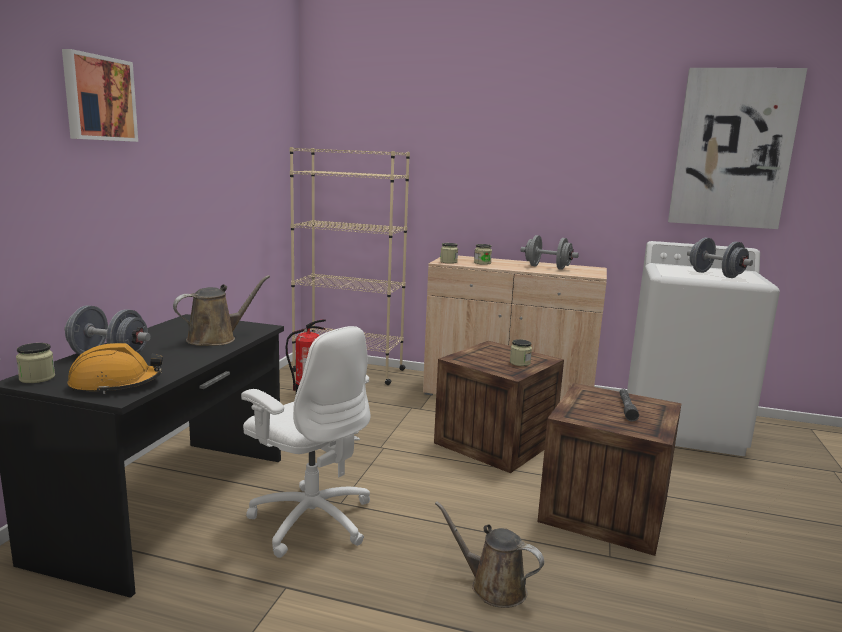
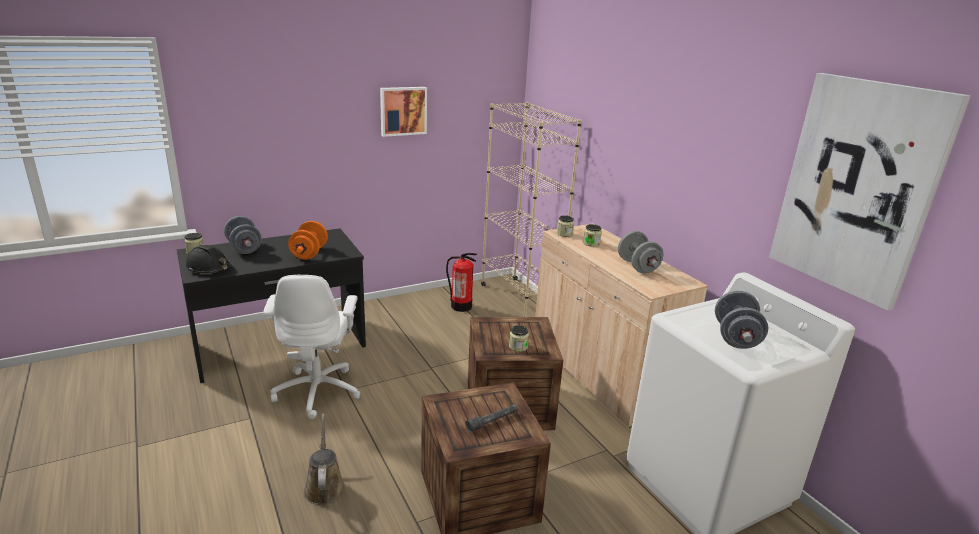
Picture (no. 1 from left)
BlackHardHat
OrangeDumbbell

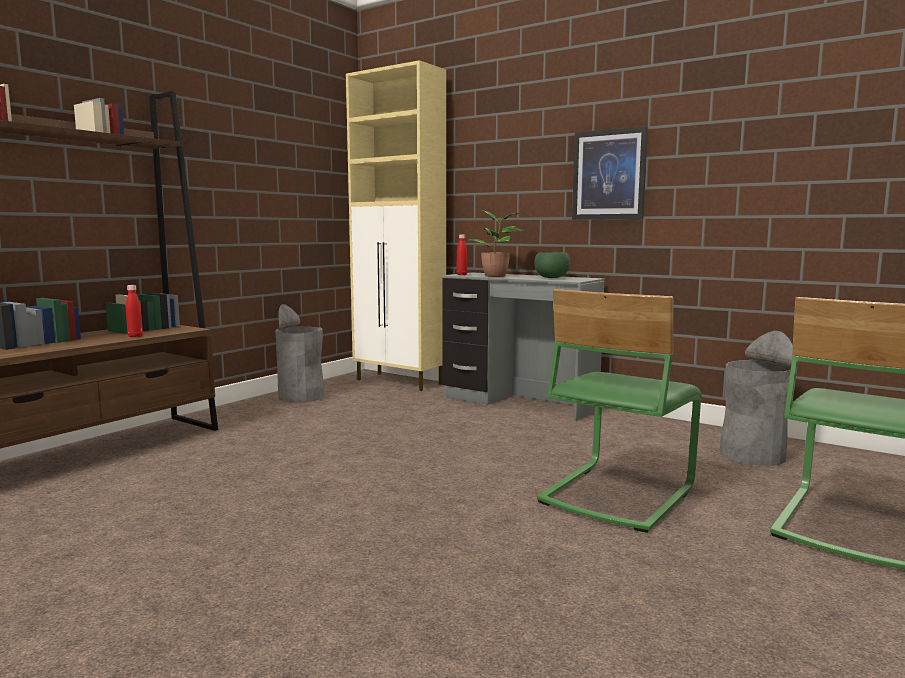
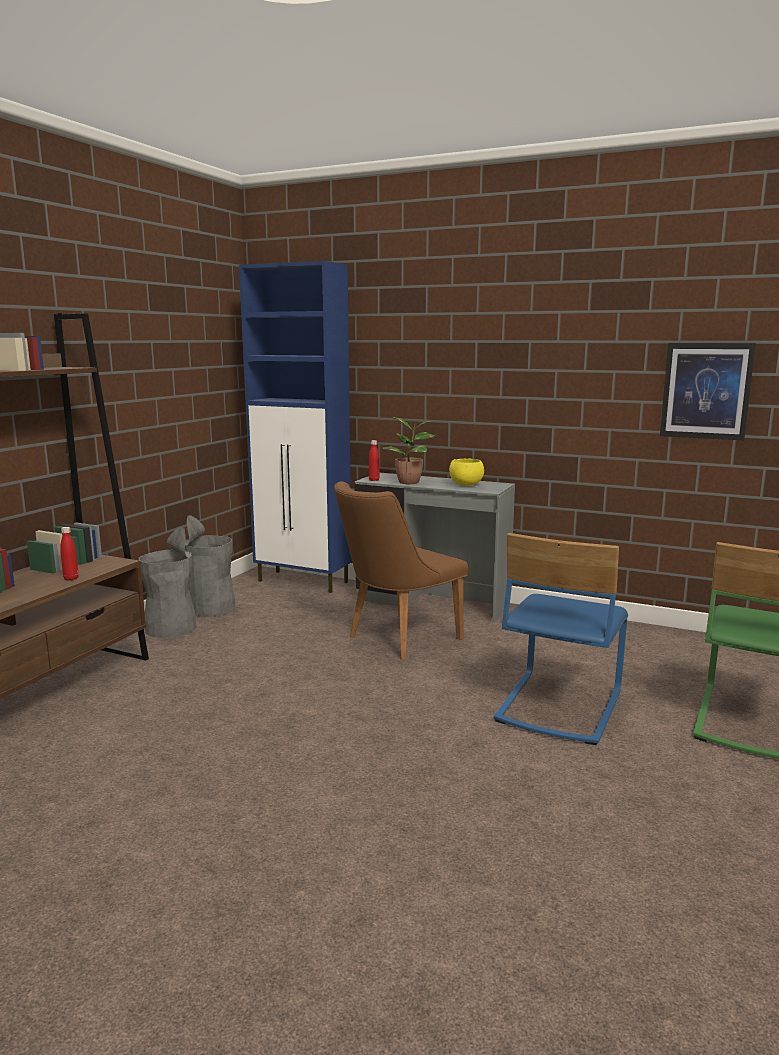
BlueCabinet
YellowBowl
BlueChair
Picture
GreyTrashCan (no. 1 from left)
BrownChair

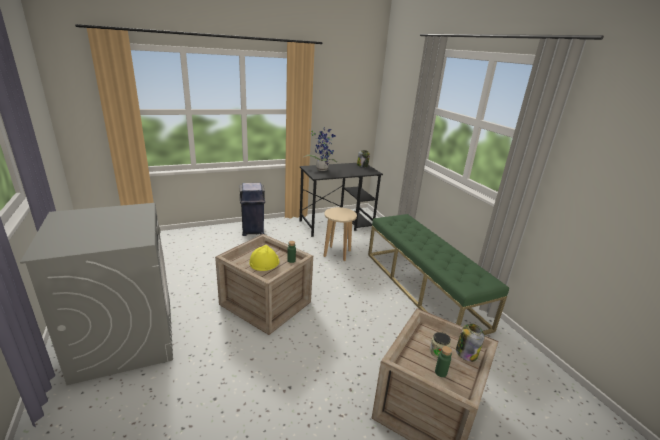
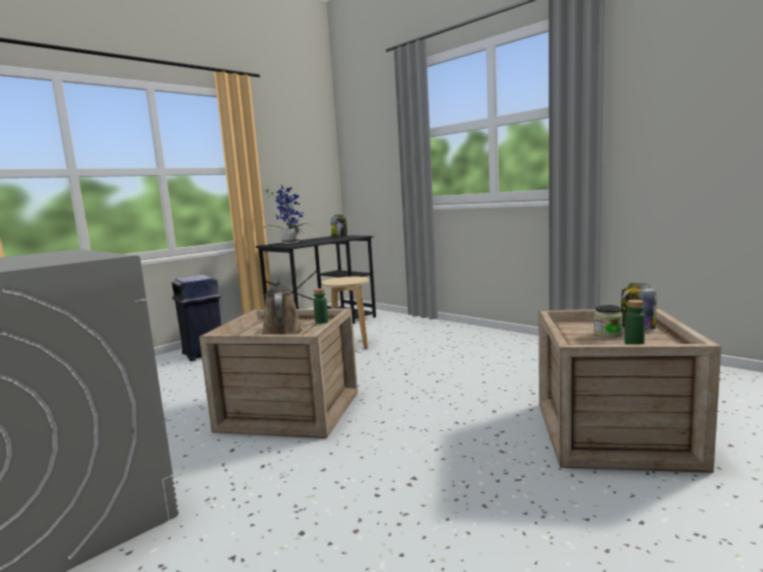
BrownWateringCan
GreenBench

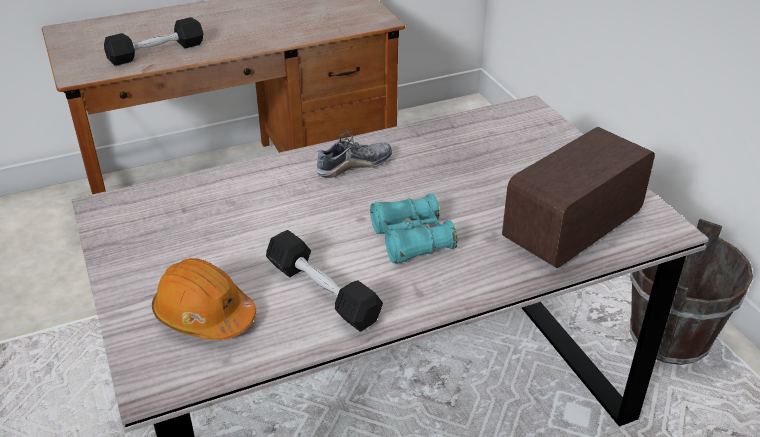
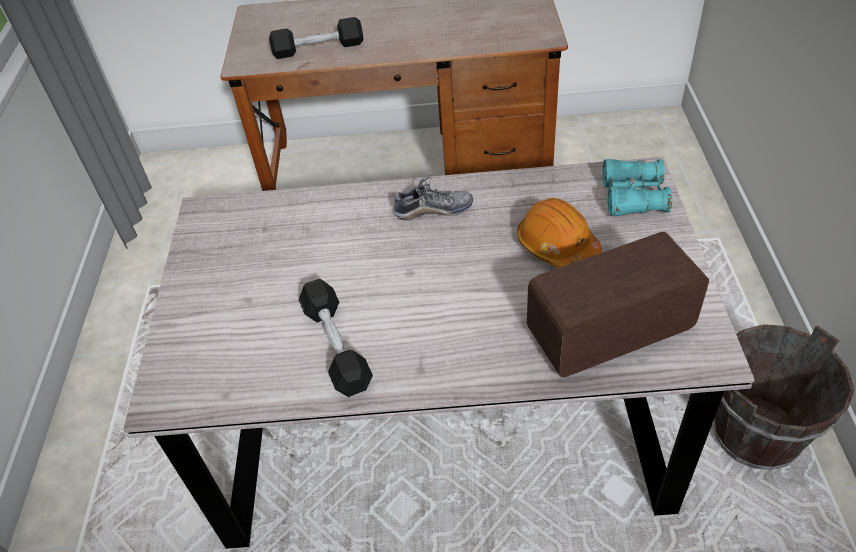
OrangeHardHat
TurquoiseBinoculars

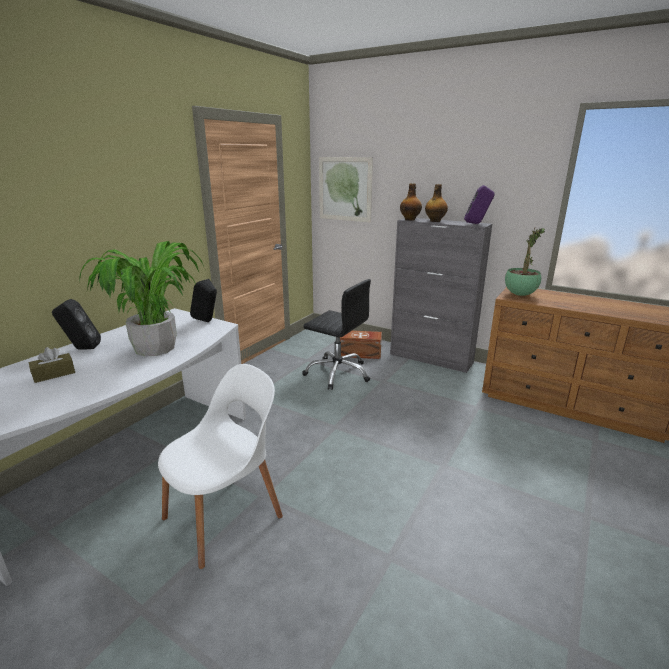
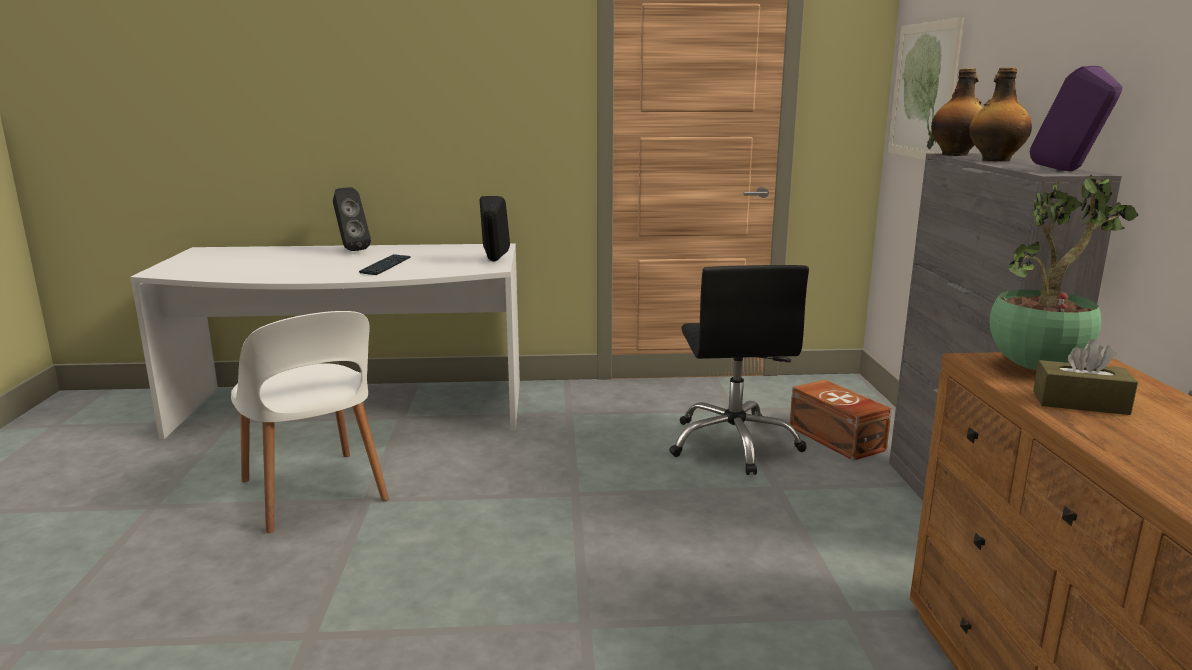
BrownTissueBox
Keyboard
WhiteChair

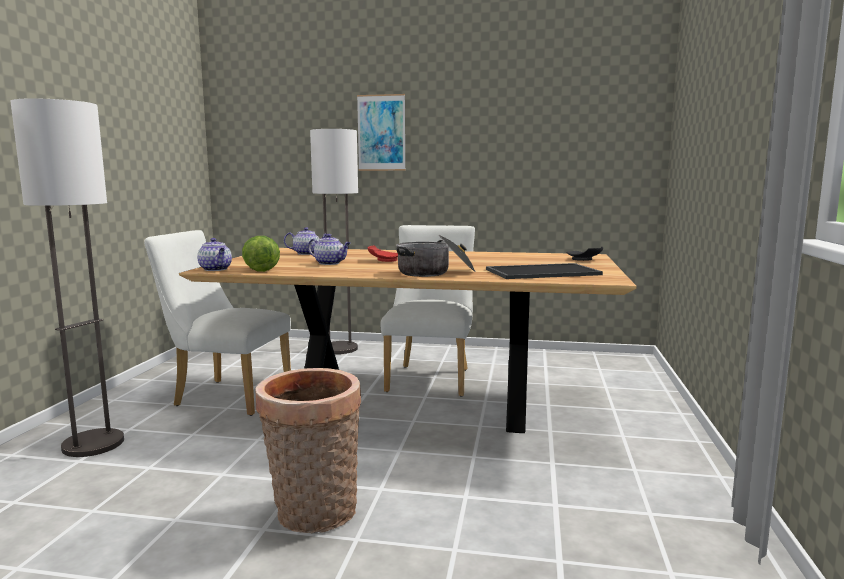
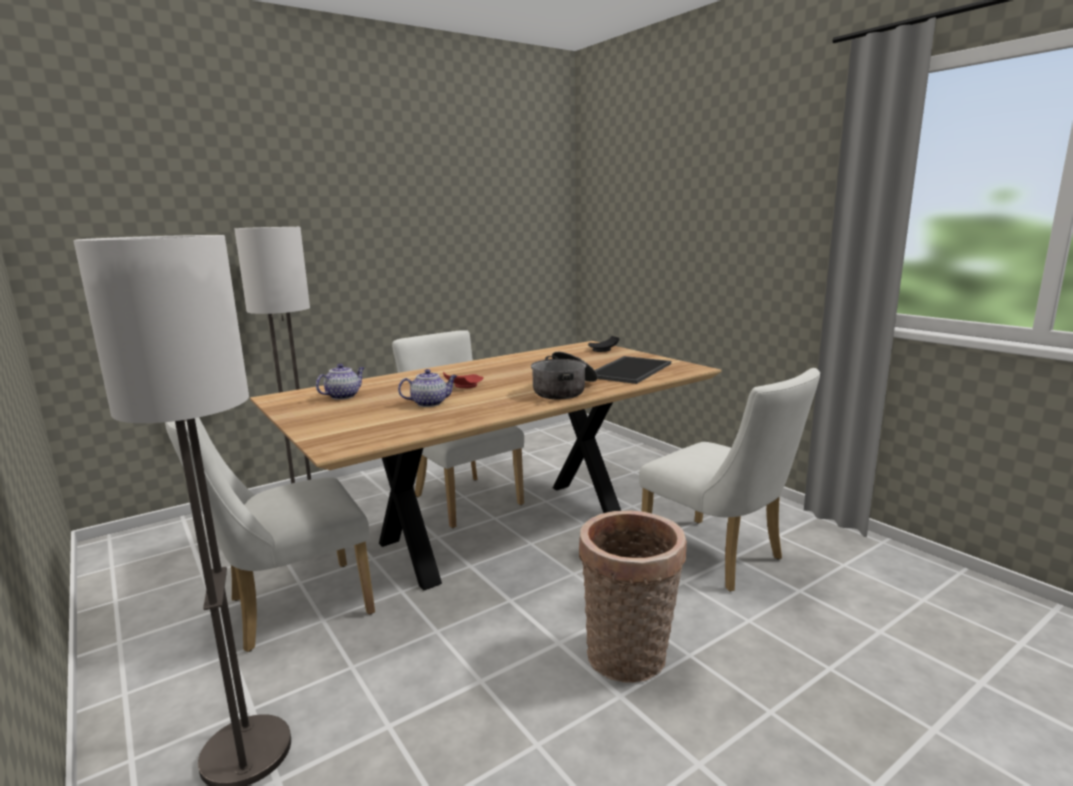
Teapot (no. 1 from left in the first image)
Lettuce
Picture
WhiteChair (no. 3 from left)

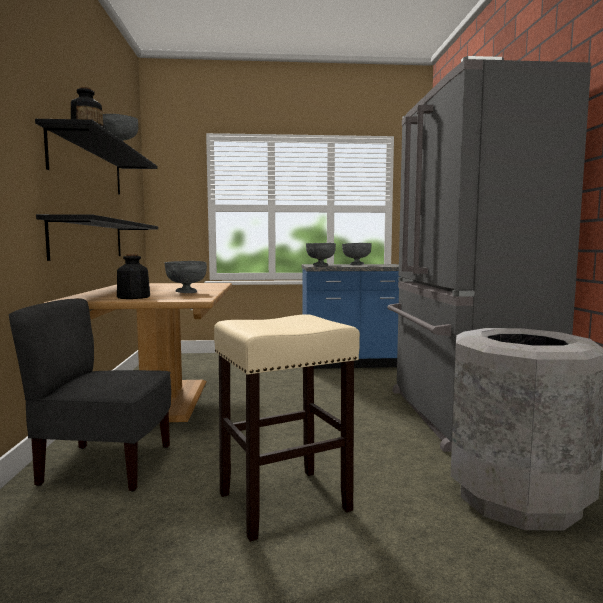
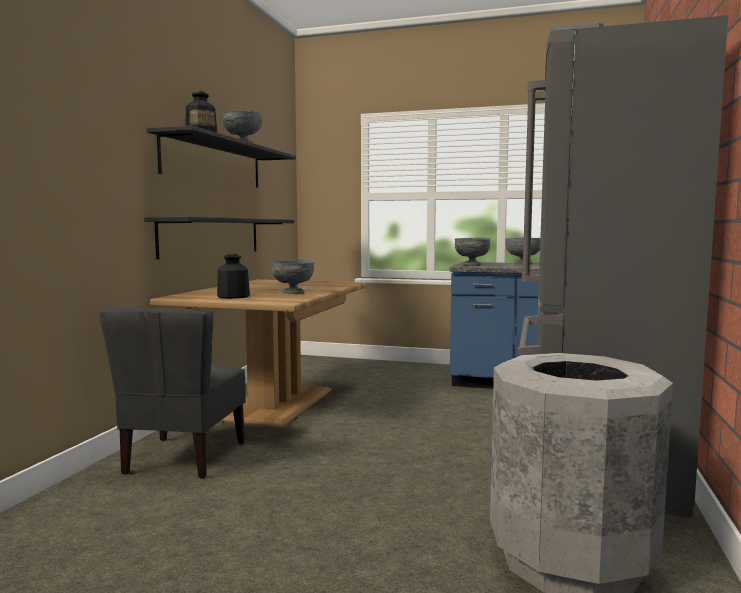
GreyChair
BeigeStool

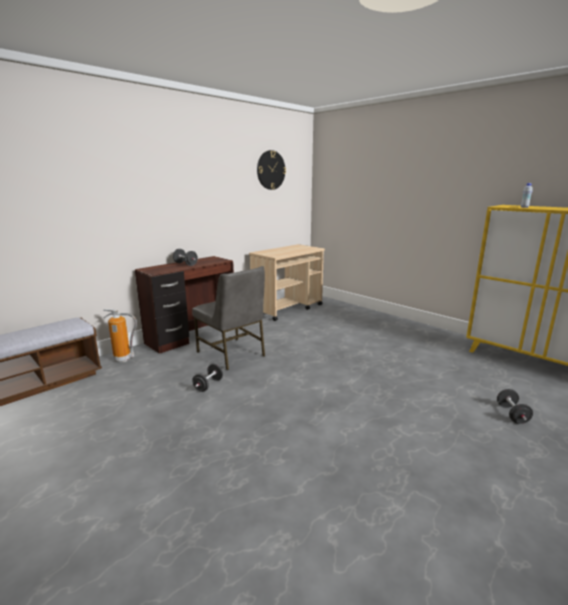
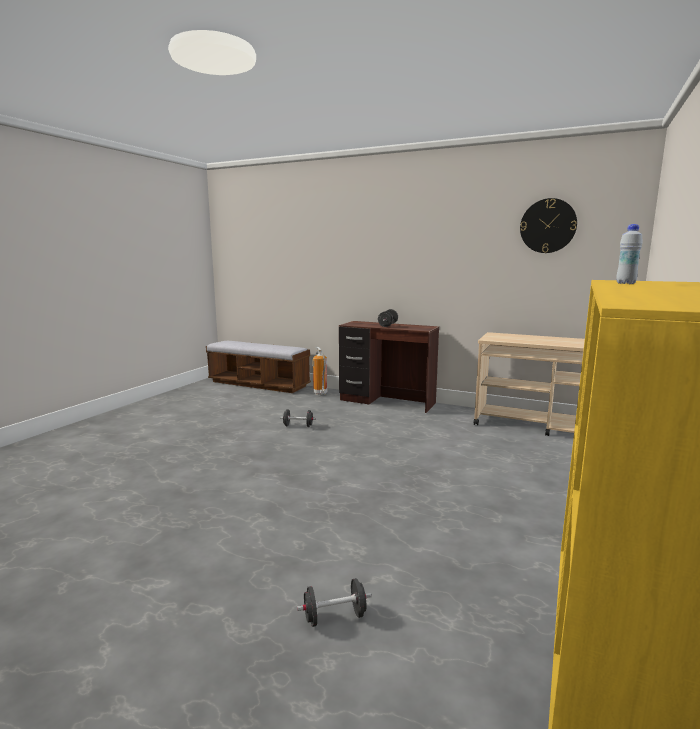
GreyChair

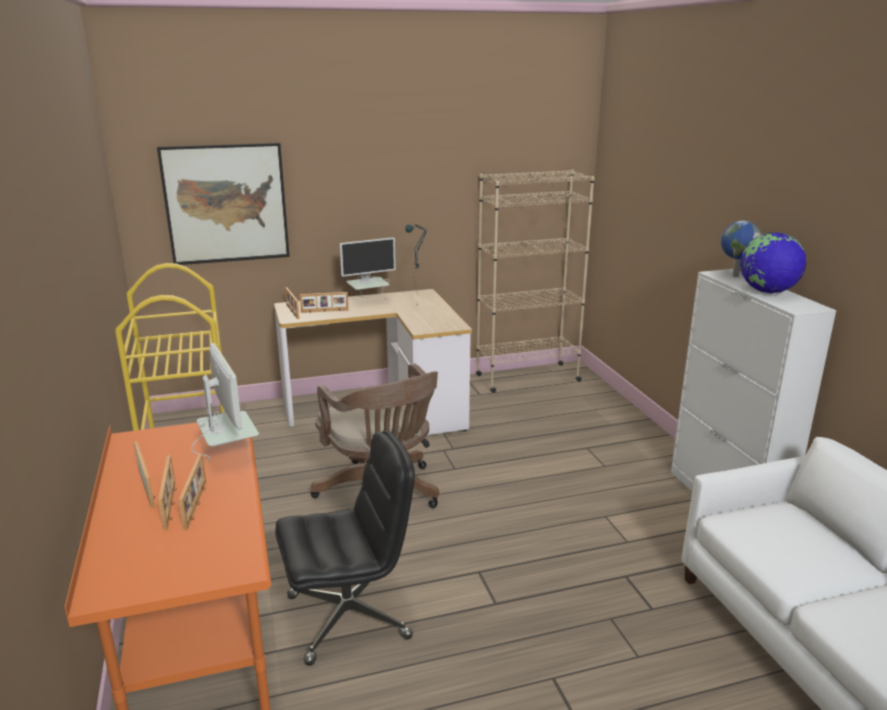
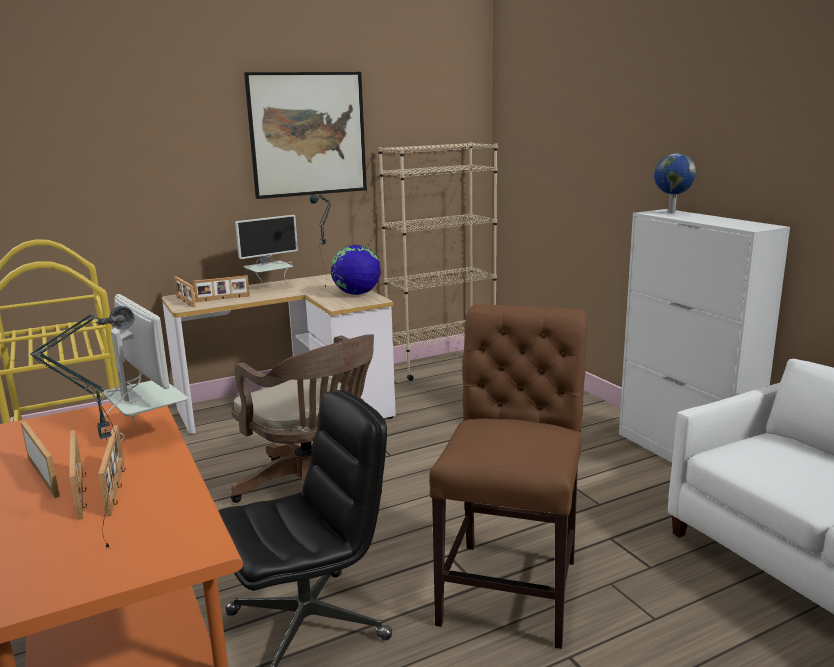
Picture
Globe (no. 1 from left)
TableLamp (no. 1 from left)
BrownChair

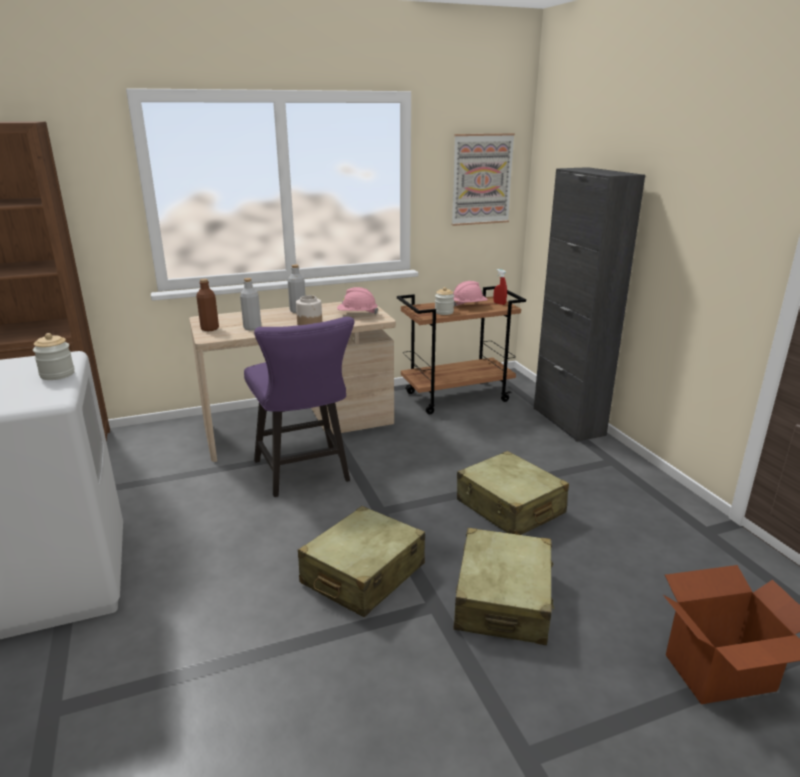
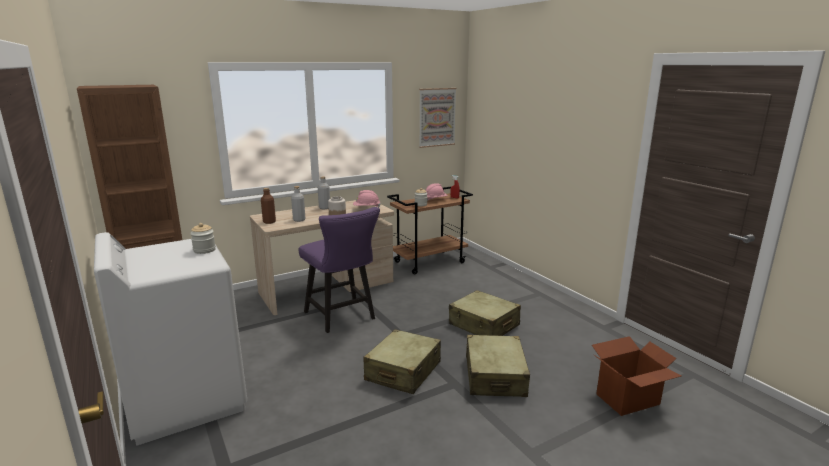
BlackCabinet

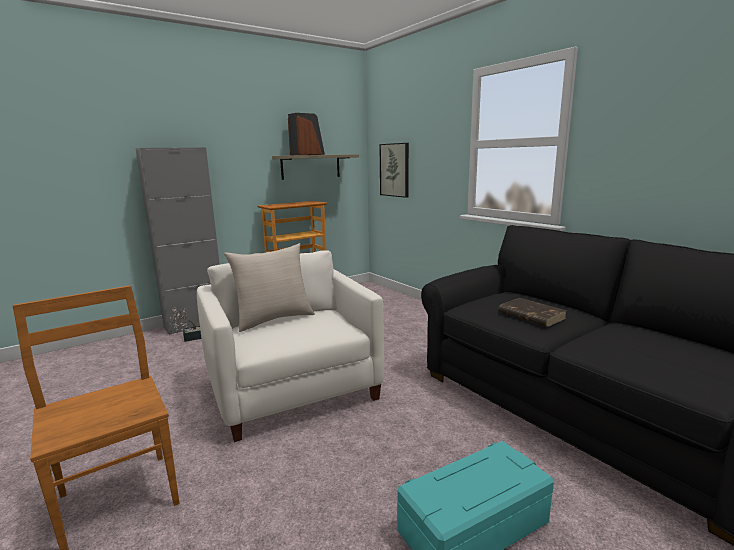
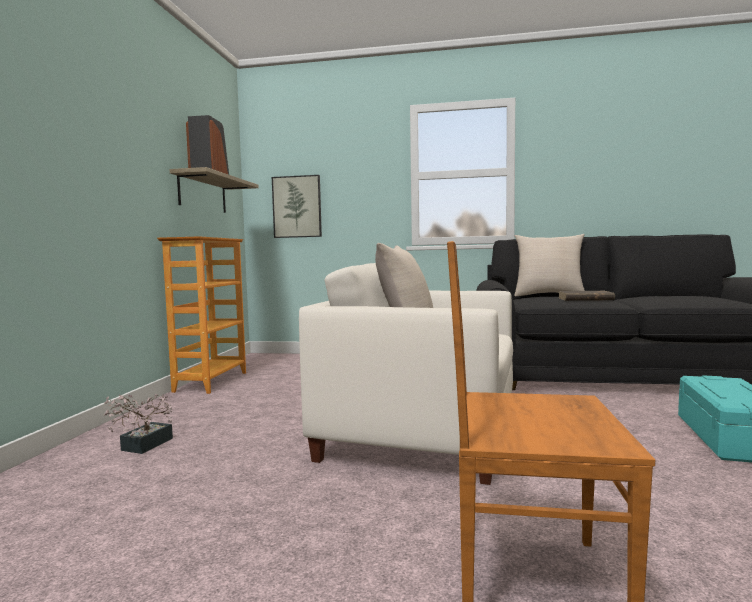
GreyCabinet
BeigePillow (no. 2 from left)

